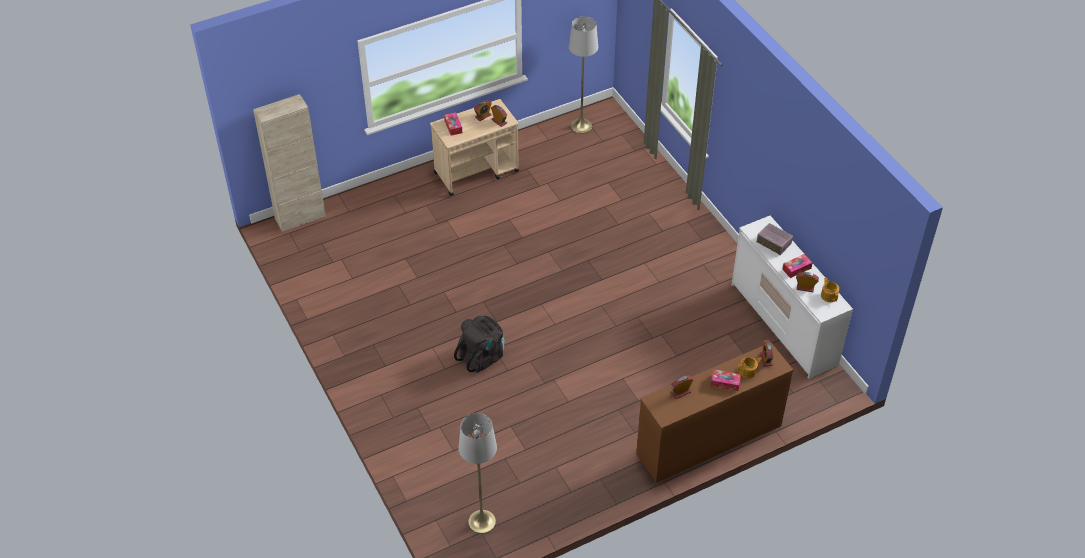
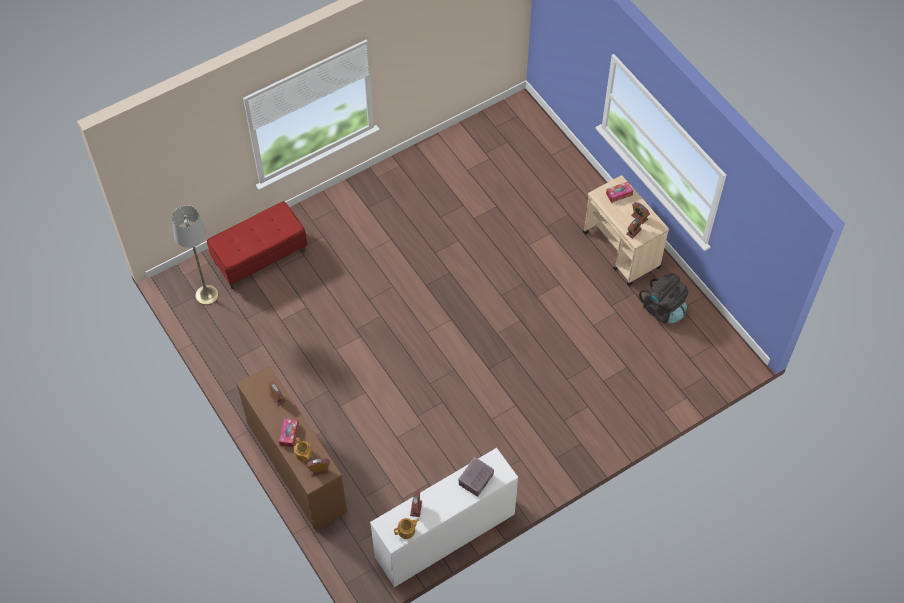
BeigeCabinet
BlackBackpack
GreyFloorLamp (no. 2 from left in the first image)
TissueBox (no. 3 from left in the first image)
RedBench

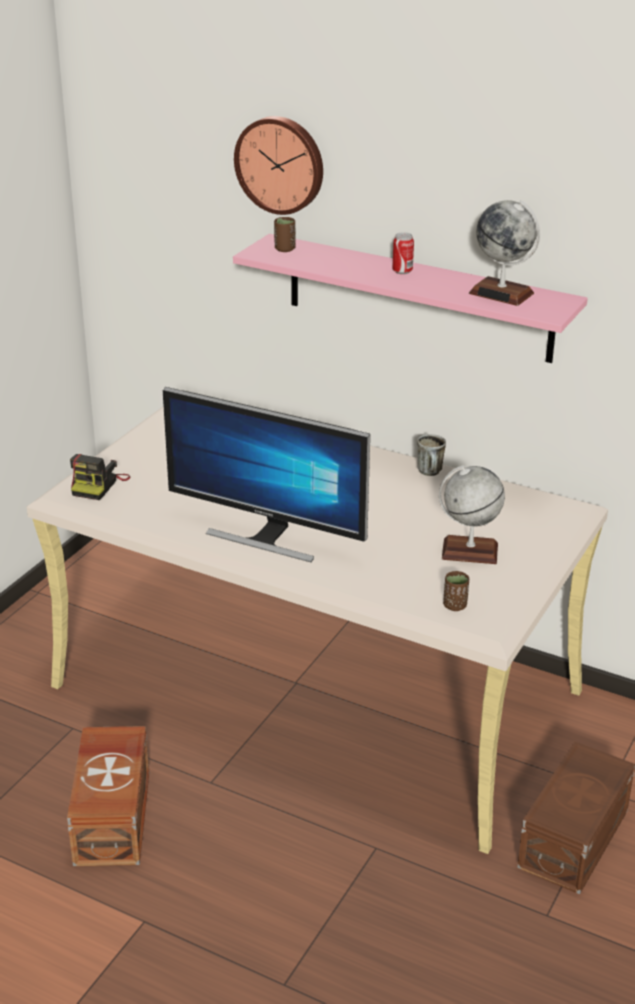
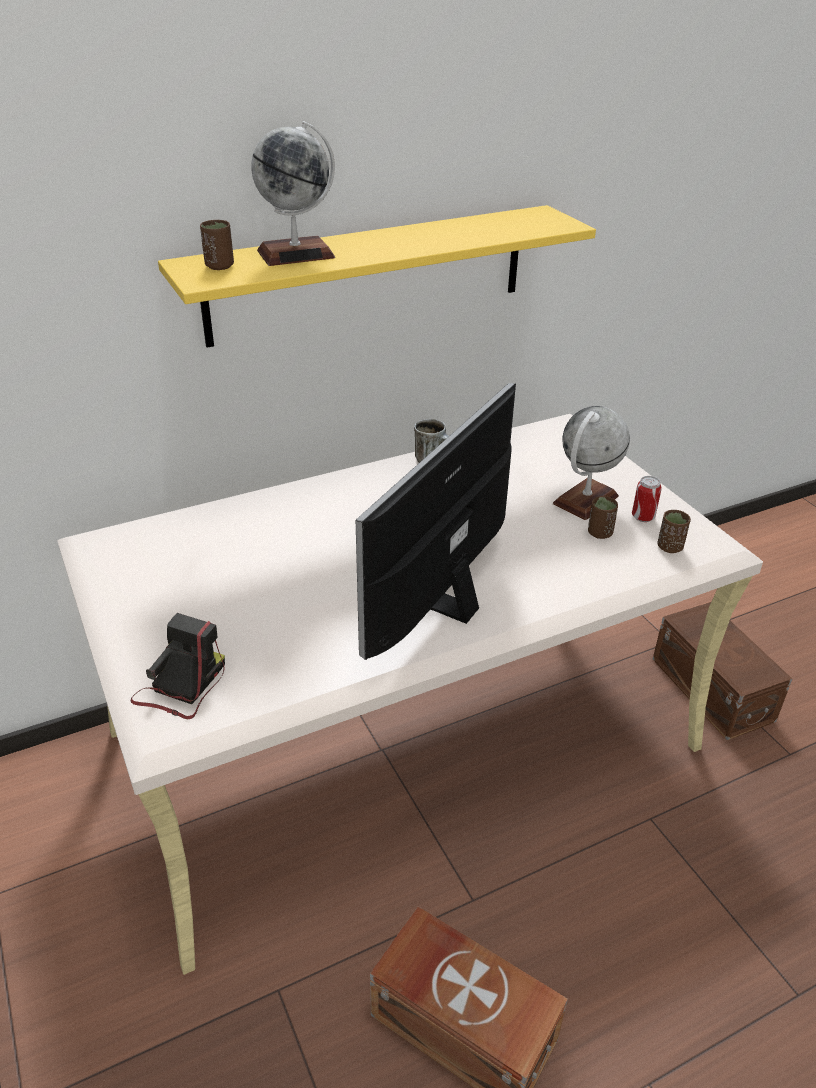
PhotoCamera
Monitor
YellowShelf
WallClock
Can
Globe (no. 1 from left)
BrownCup (no. 2 from left)

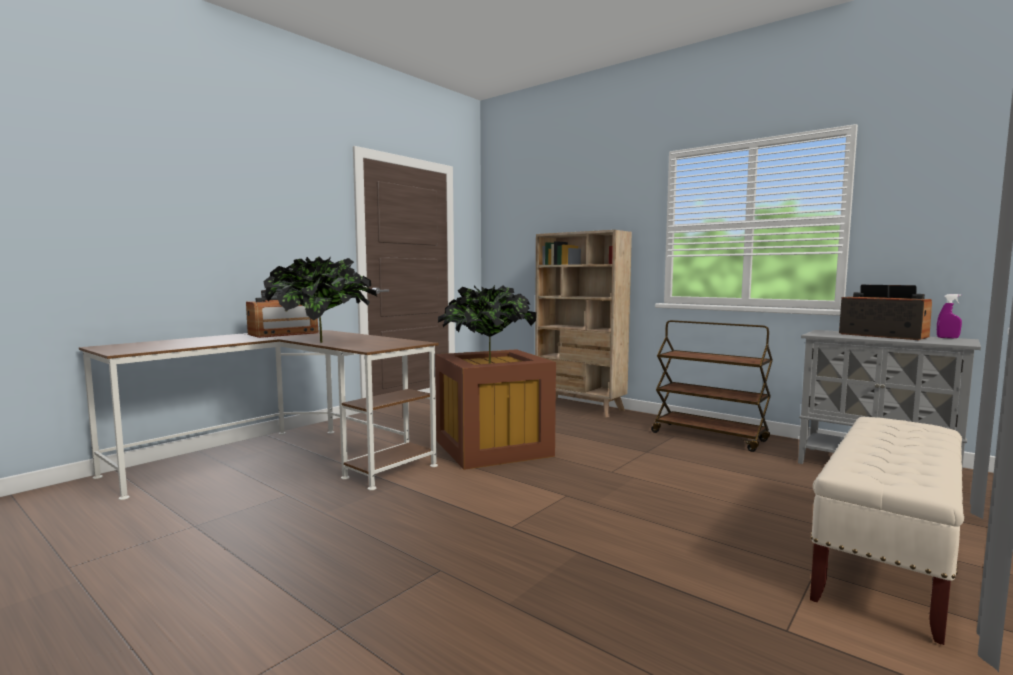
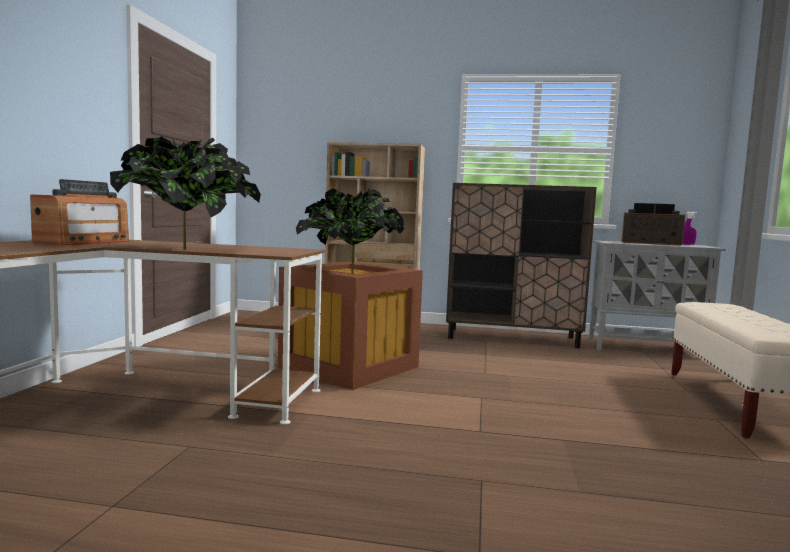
BrownCabinet

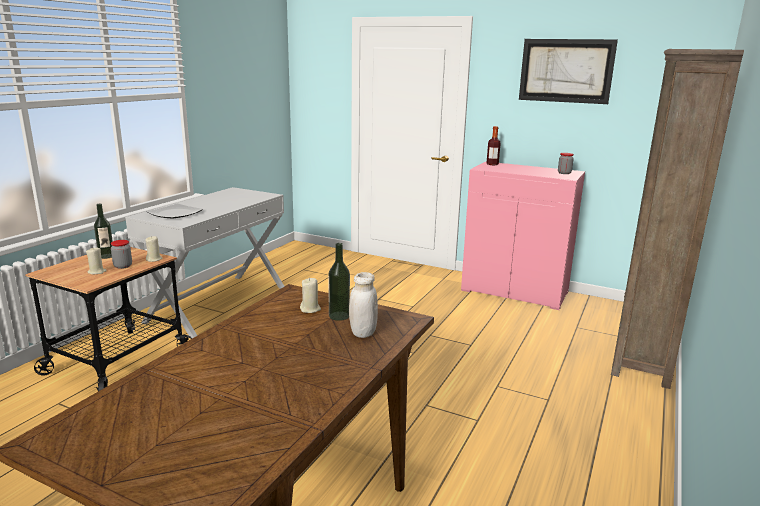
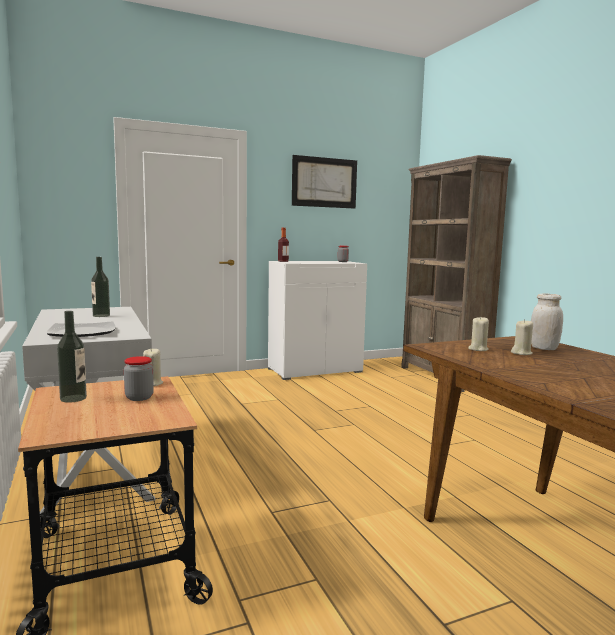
BeigeCandle (no. 3 from left)
Bottle (no. 2 from left)
WhiteCabinet

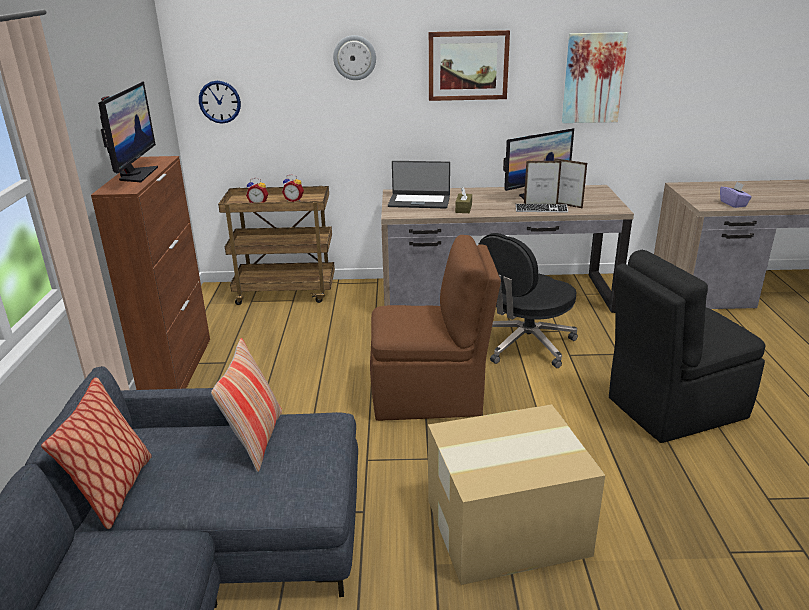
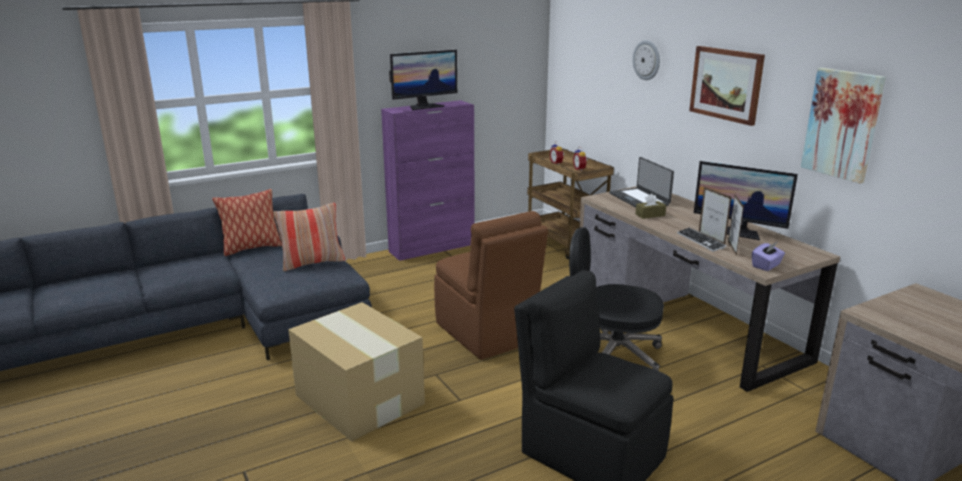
PurpleCabinet
WallClock (no. 1 from left in the first image)
PurpleTissueBox

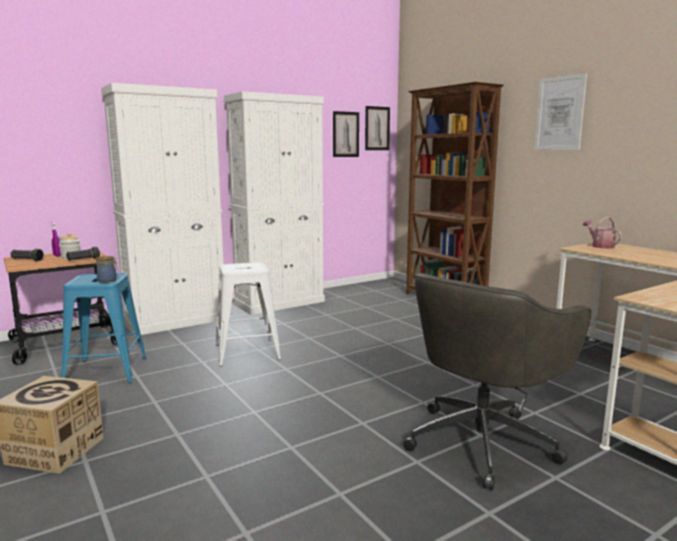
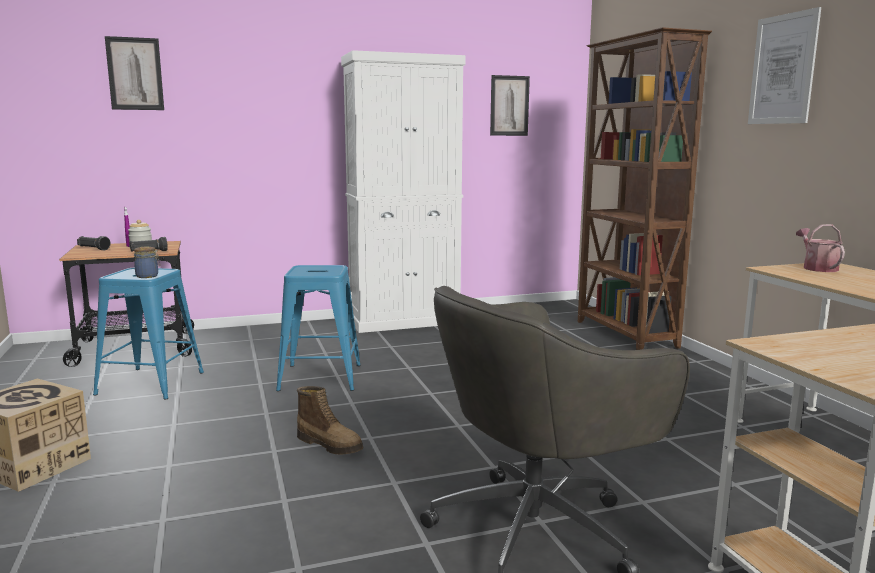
WhiteCabinet (no. 1 from left in the first image)
BlueStool (no. 2 from left)
Picture (no. 1 from left)
Boot

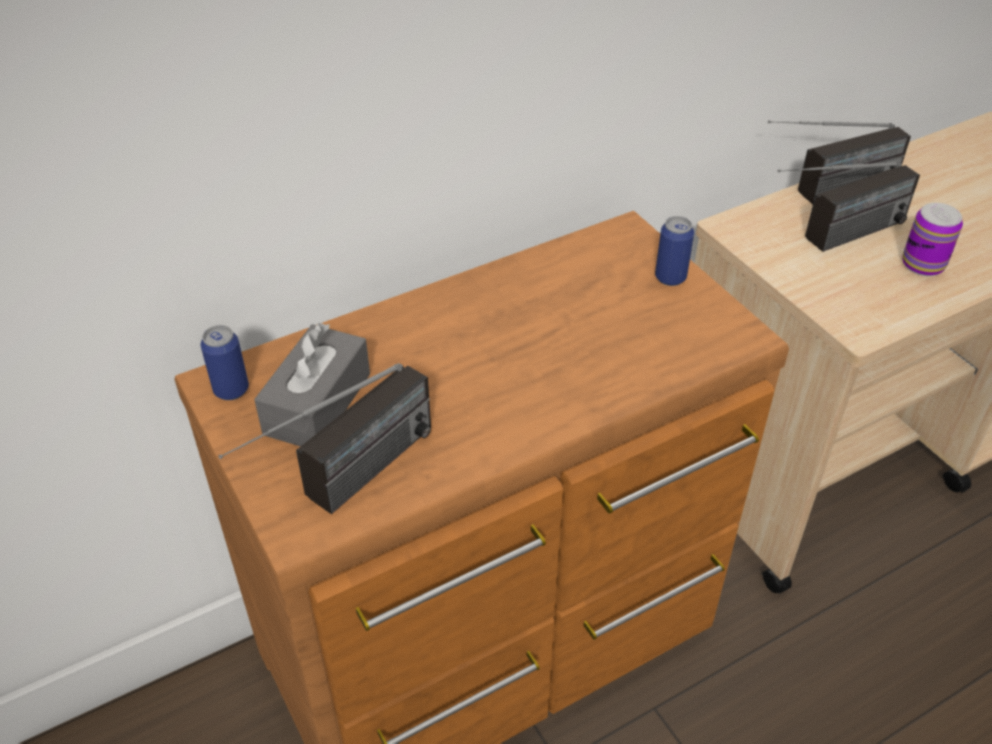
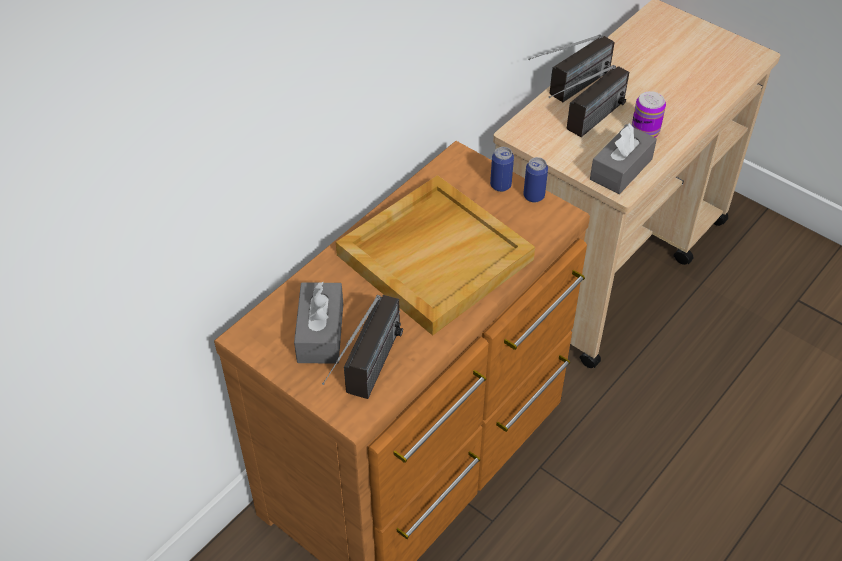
Can (no. 2 from left)
BeigeTray
GreyTissueBox (no. 2 from left)

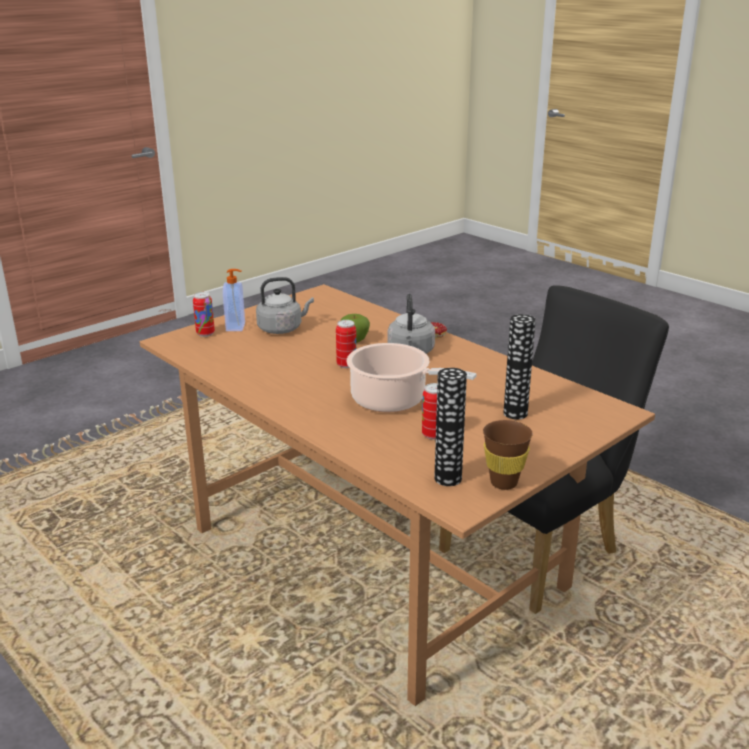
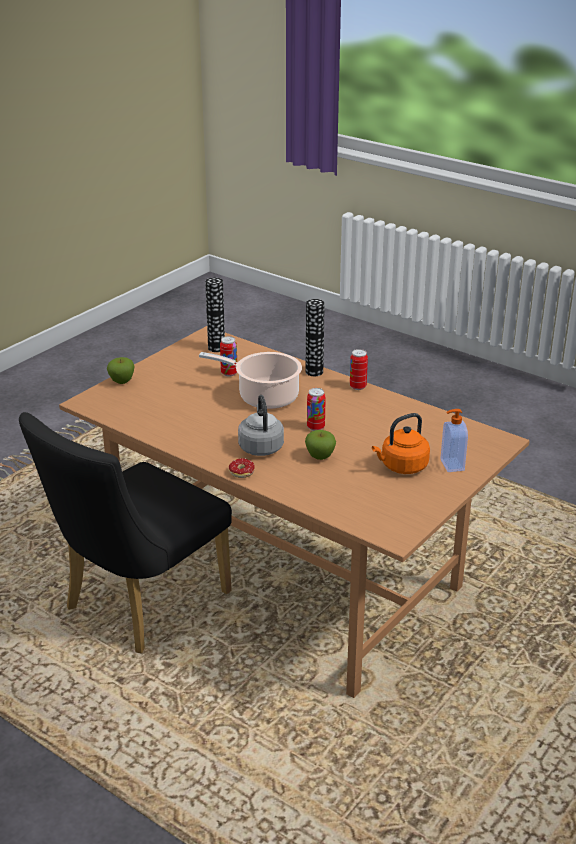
Can (no. 3 from left)
OrangeKettle
BrownCup
Vase (no. 2 from left)
Apple (no. 1 from left)

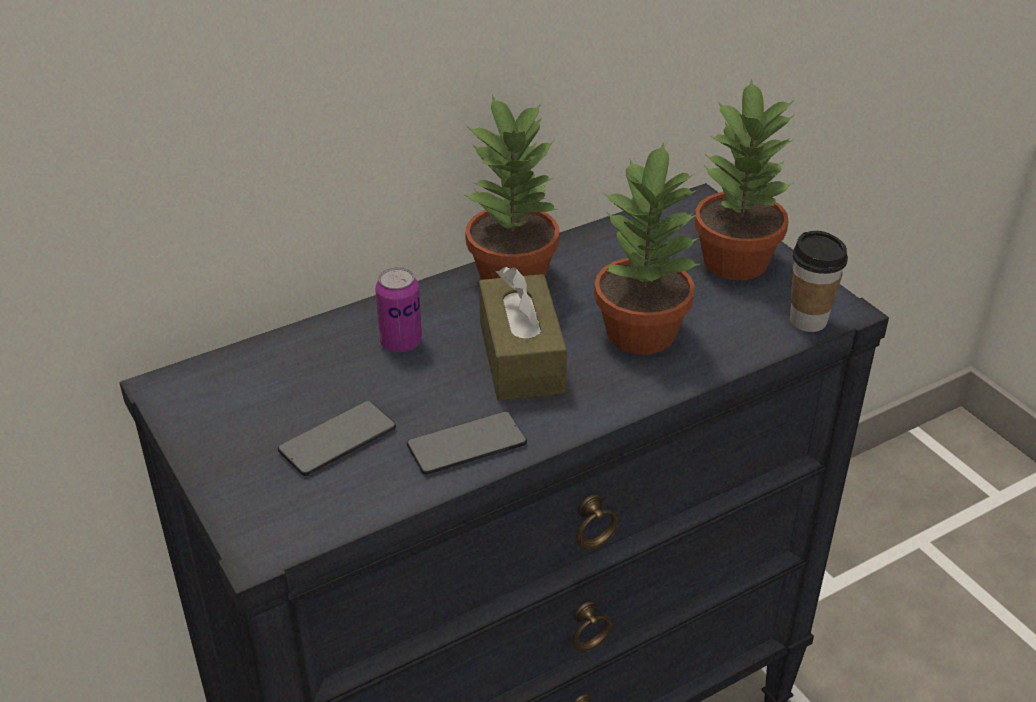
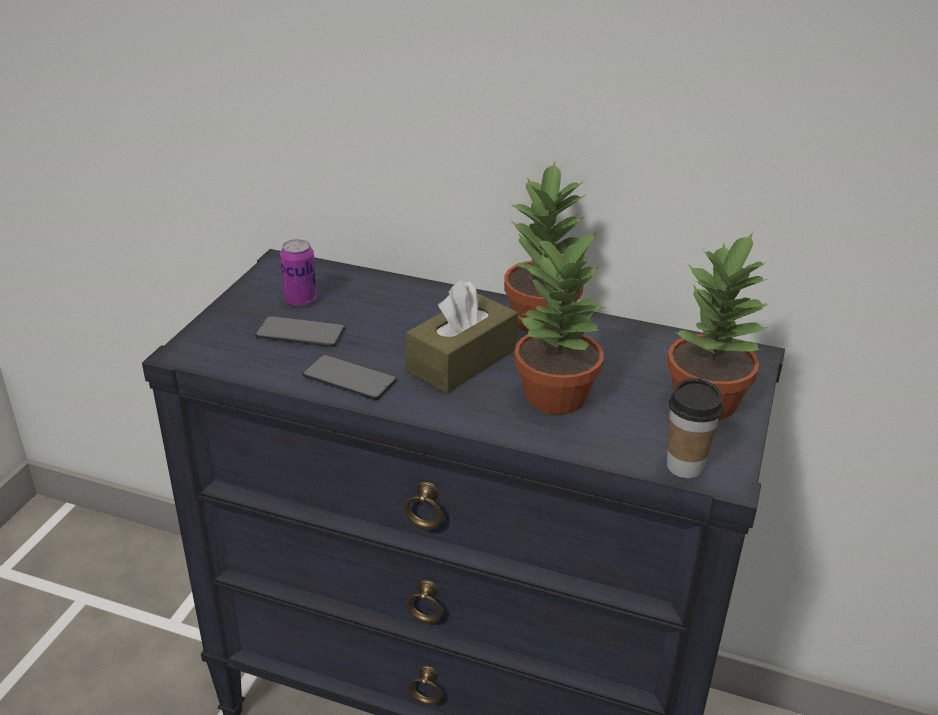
Can

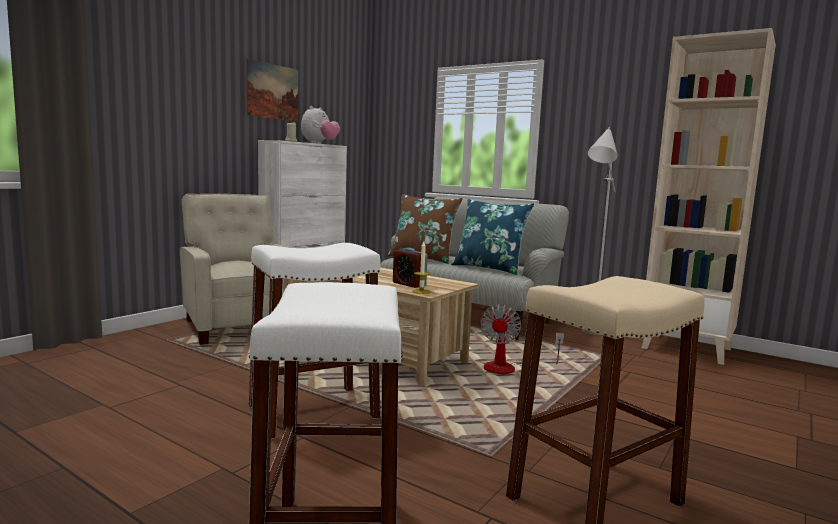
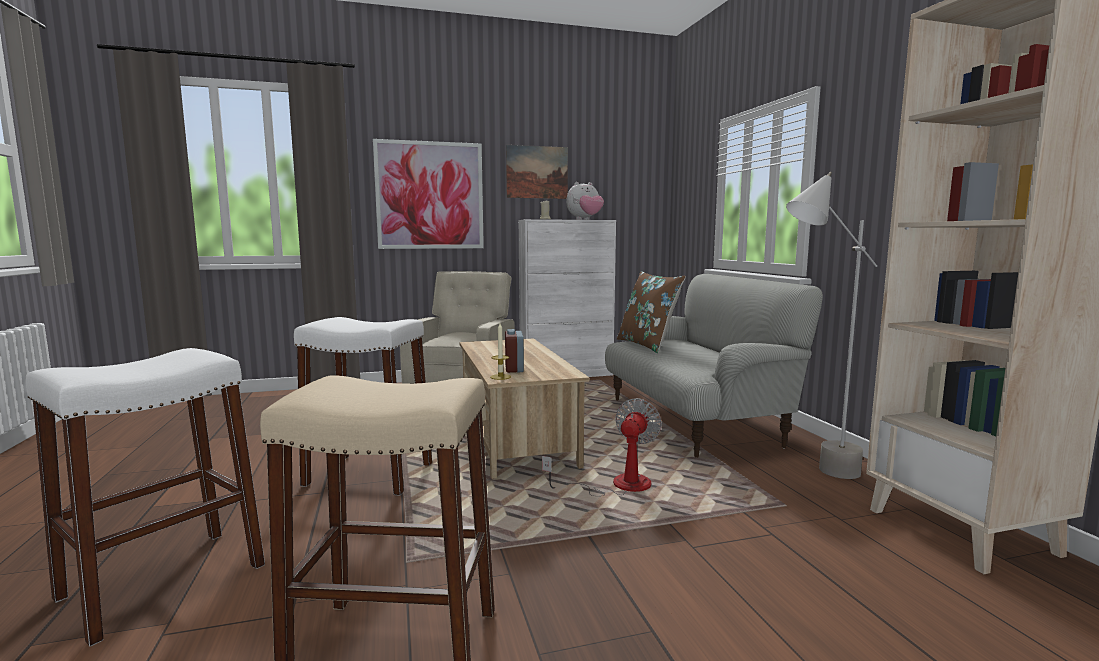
BluePillow
Fan
Picture (no. 1 from left)

